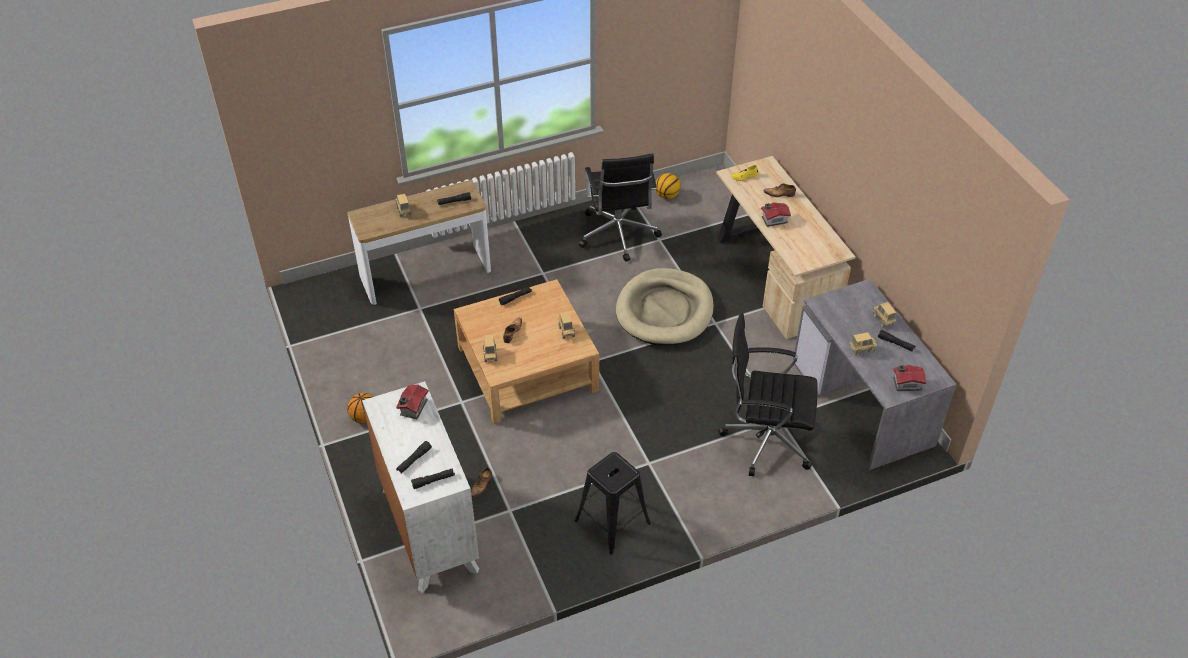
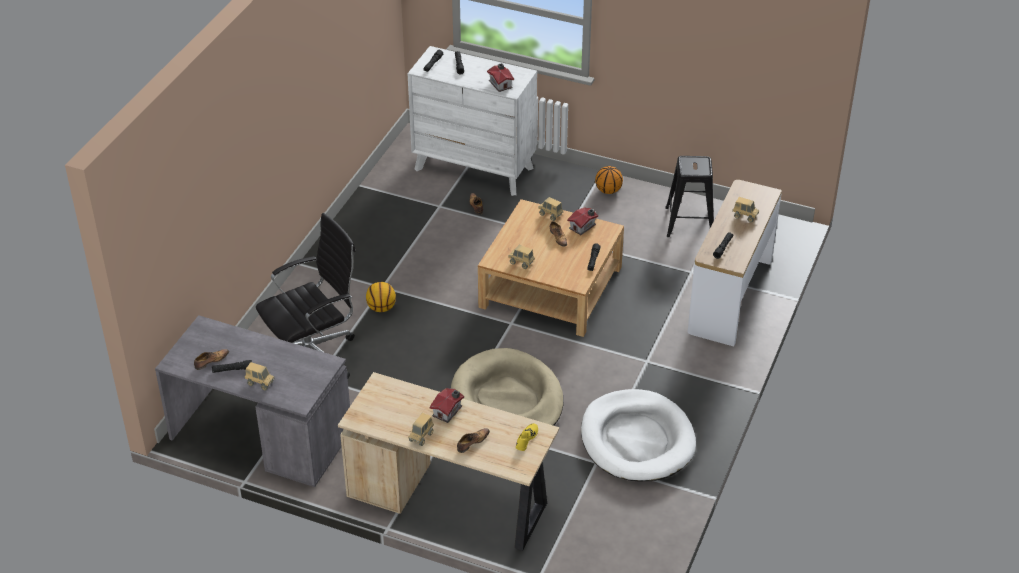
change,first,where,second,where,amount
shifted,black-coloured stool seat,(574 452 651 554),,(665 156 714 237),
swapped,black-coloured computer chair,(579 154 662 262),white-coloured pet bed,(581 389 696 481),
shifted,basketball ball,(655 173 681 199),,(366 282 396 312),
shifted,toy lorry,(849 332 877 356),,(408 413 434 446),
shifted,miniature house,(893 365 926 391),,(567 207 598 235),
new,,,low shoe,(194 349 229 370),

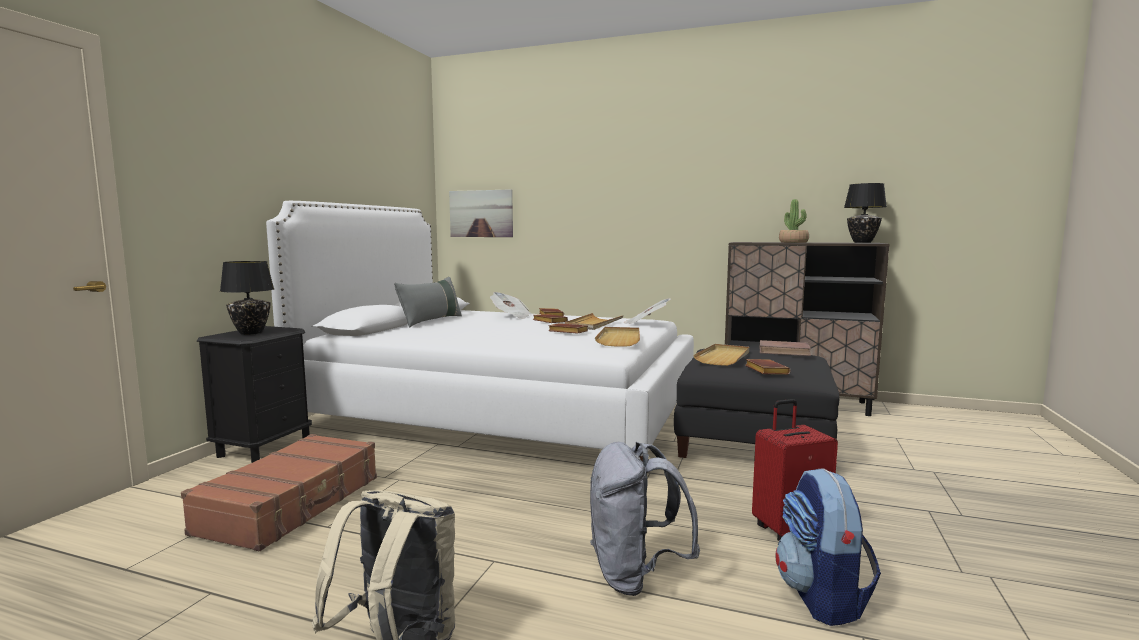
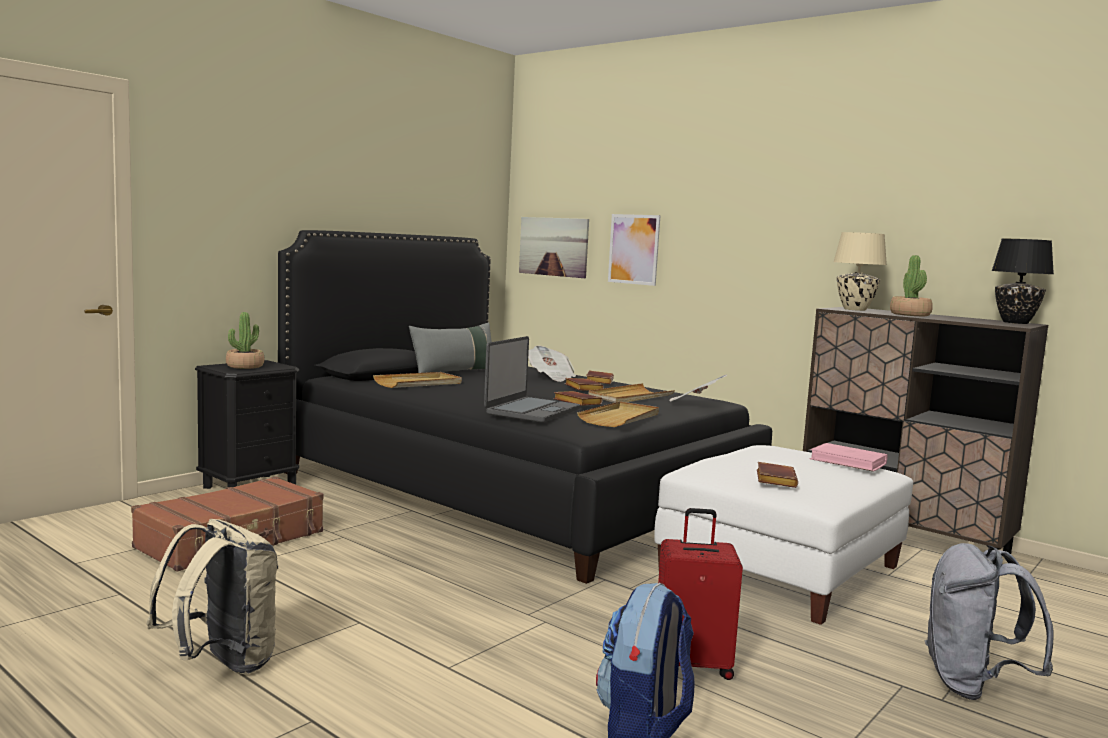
change,first,where,second,where,amount
swapped,black-coloured tabletop lamp,(220 261 274 335),plant in a pot,(226 312 265 369),
repainted,white-coloured sleeping bed,(266 201 694 461),black-coloured sleeping bed,(278 230 772 584),
shifted,grey rucksack,(590 442 700 596),,(925 543 1054 700),
repainted,black-coloured pouffe,(674 349 839 458),white-coloured pouffe,(654 445 913 625),
shifted,sand-coloured tray,(693 344 749 366),,(373 372 462 388),
repainted,brown bound book,(760 340 812 356),pinkish bound book,(810 443 887 472),
new,,,portable computer,(484 336 580 422),
new,,,picture,(608 214 661 286),
new,,,sand-coloured tabletop lamp,(834 232 887 311),

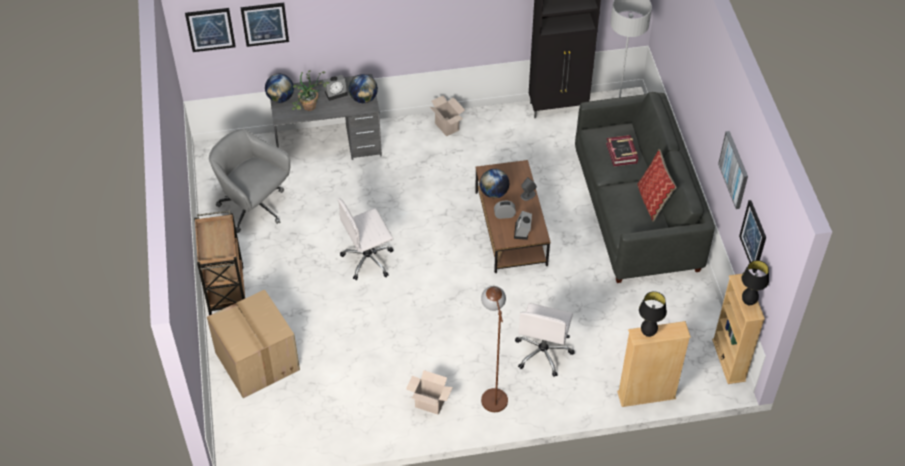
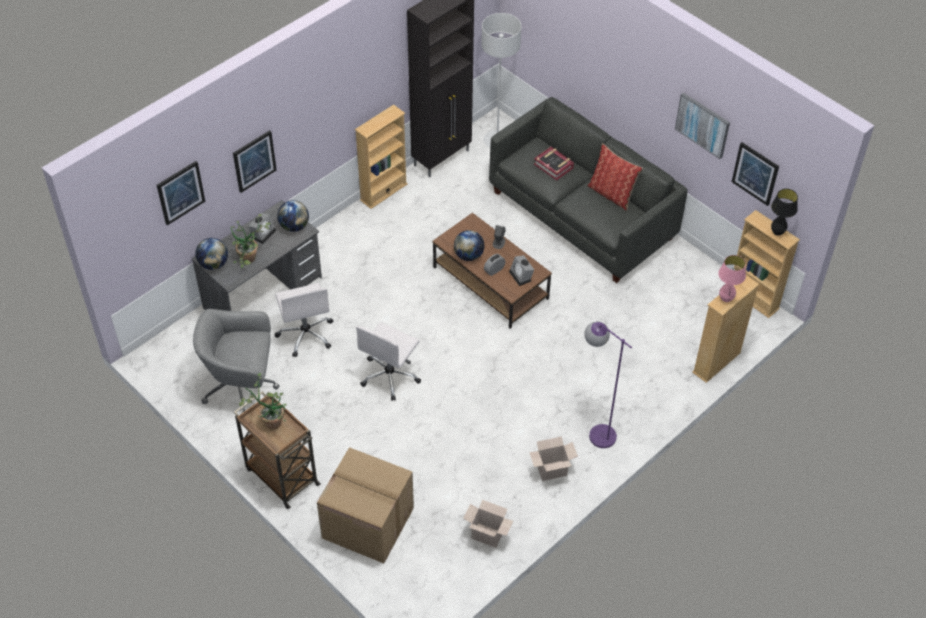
change,first,where,second,where,amount
shifted,picture,(185 8 236 52),,(233 130 277 193),
shifted,cardboard box,(430 95 465 136),,(463 500 513 548),
repainted,brown standard lamp,(481 286 508 412),purple standard lamp,(584 322 632 448),
shifted,white-coloured computer chair,(515 303 575 377),,(275 283 333 357),
repainted,black-coloured tabletop lamp,(639 291 667 337),pinkish tabletop lamp,(718 255 746 302),
new,,,plant in a pot,(239 373 287 430),
new,,,sand-coloured shelving unit,(355 104 408 209),

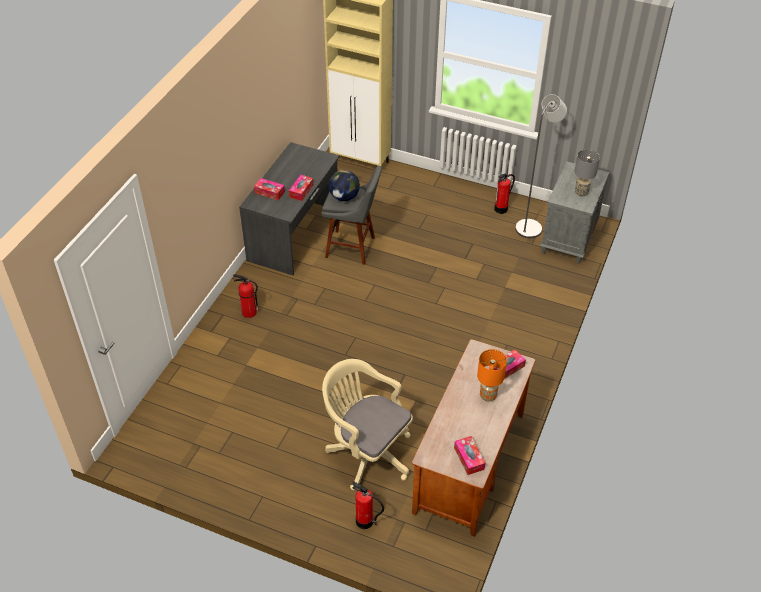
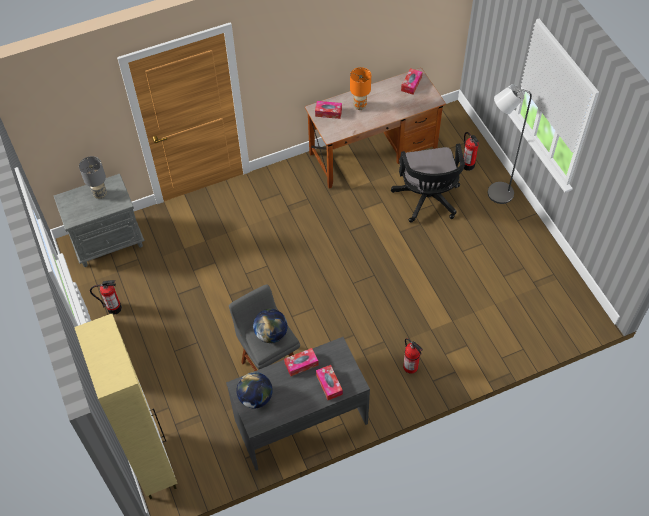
change,first,where,second,where,amount
repainted,sand-coloured computer chair,(322 359 413 490),black-coloured computer chair,(391 144 465 223),
shifted,grey standard lamp,(515 94 567 238),,(488 84 532 204),
new,,,world globe,(236 372 273 408),

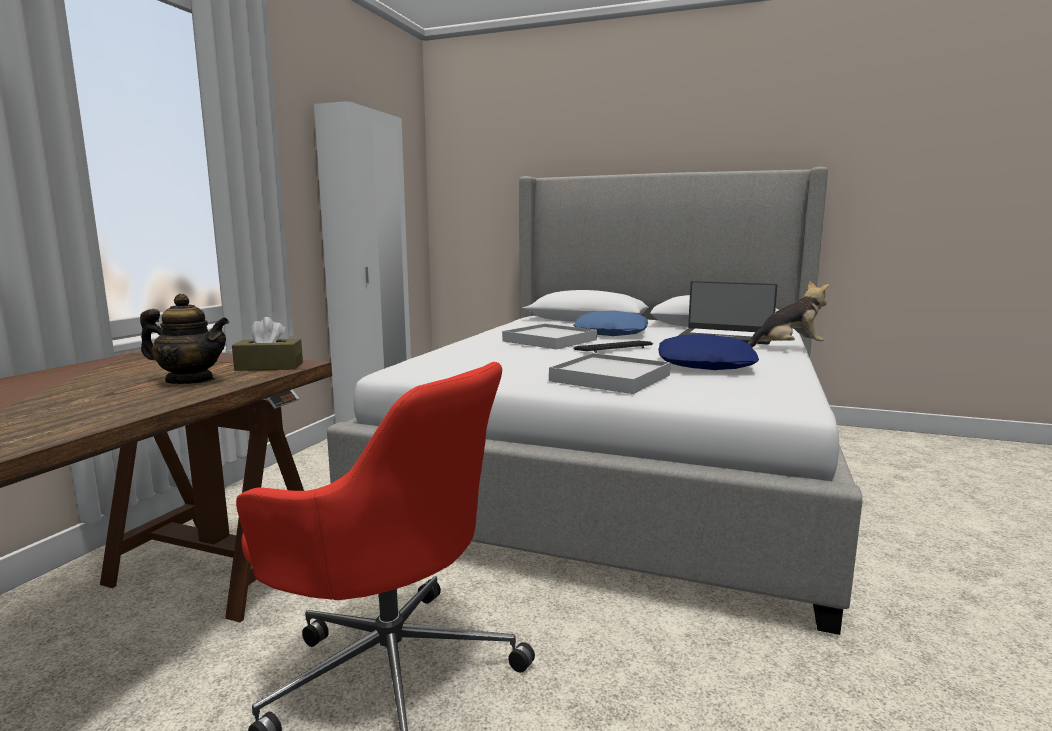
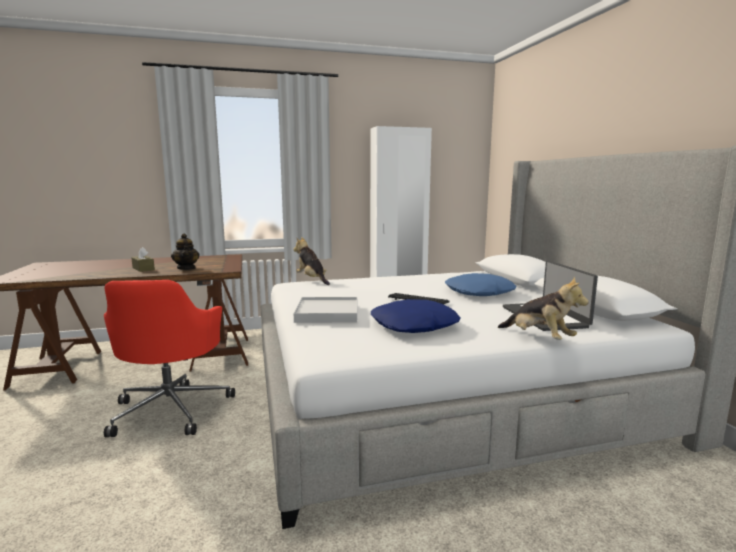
change,first,where,second,where,amount
shifted,brown tissue holder,(232 317 303 371),,(131 247 155 272),
gone,white-coloured tray,(502 324 597 349),,,
new,,,cuddly toy,(293 237 330 285),

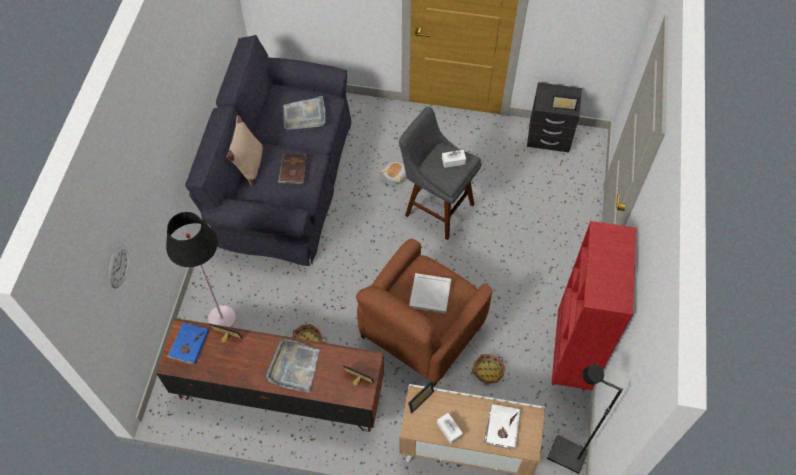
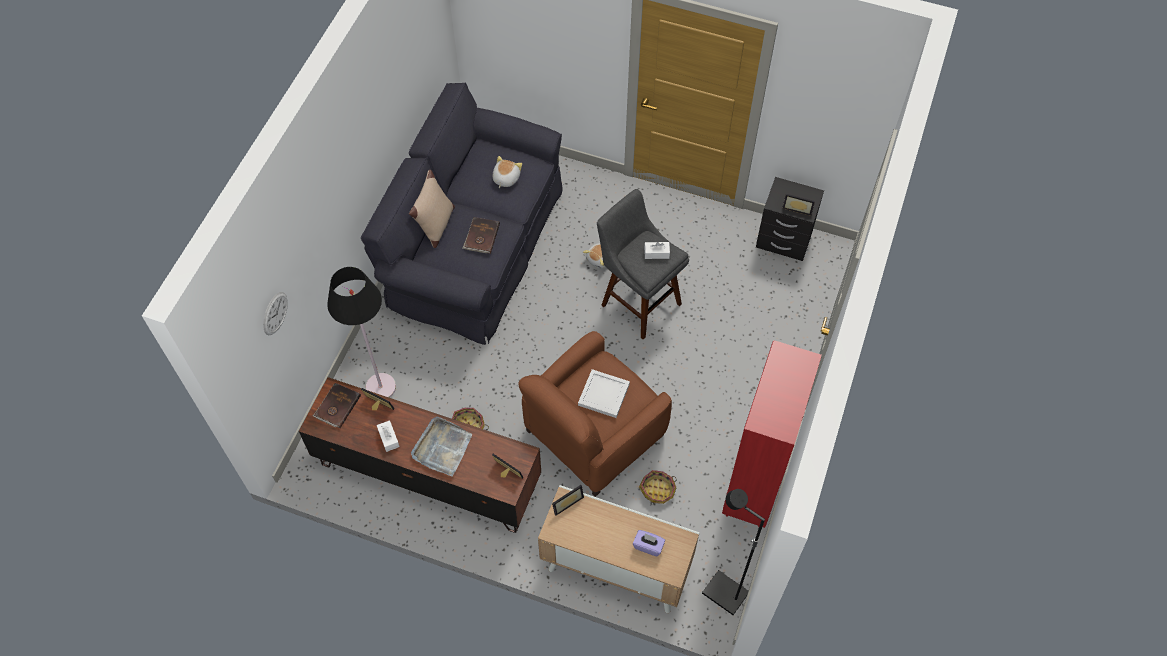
change,first,where,second,where,amount
repainted,blue bound book,(167 322 209 364),brown bound book,(313 383 361 428),
swapped,grey tray,(283 96 325 130),cuddly toy,(493 156 522 188),
shifted,white-coloured tissue holder,(437 413 463 444),,(377 420 400 452),
swapped,white-coloured bound book,(484 404 520 449),purple tissue holder,(633 530 665 557),

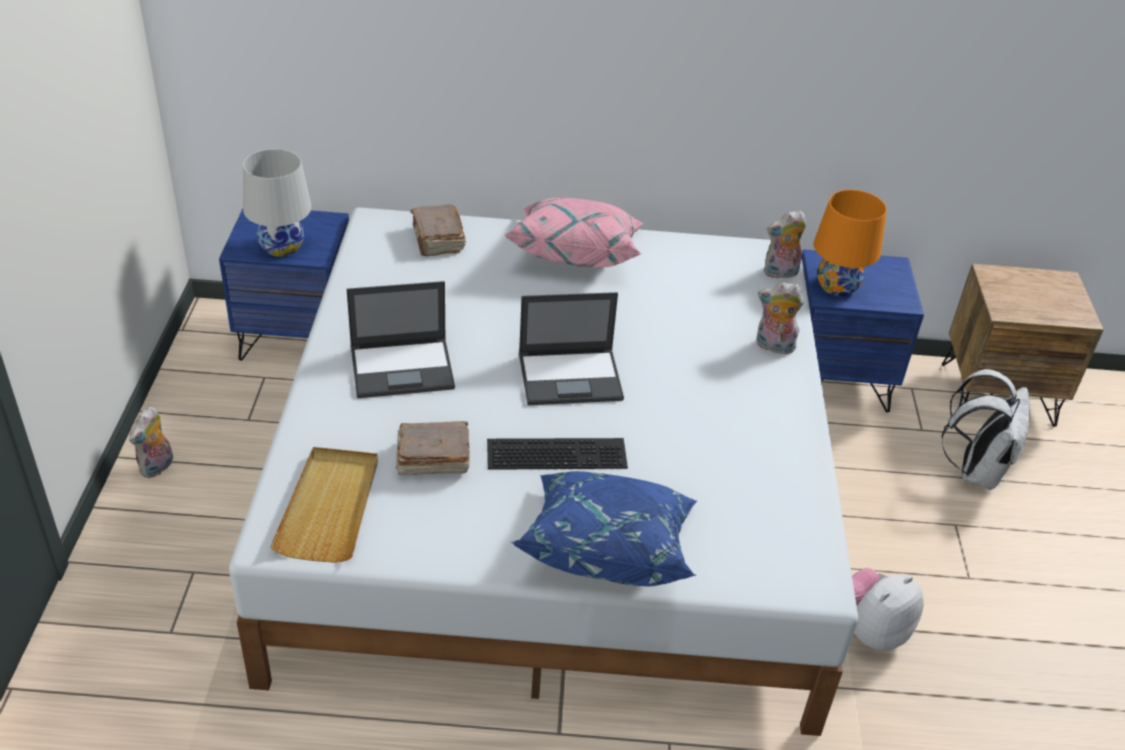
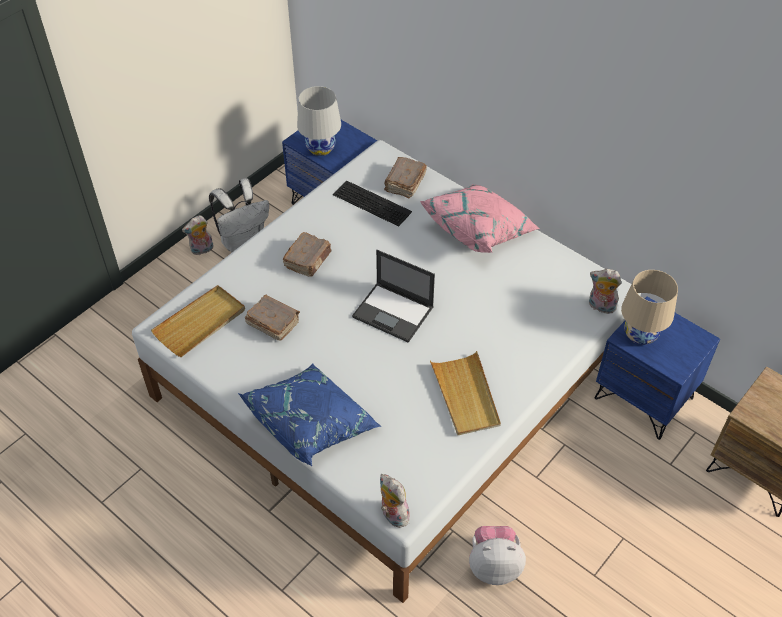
change,first,where,second,where,amount
swapped,portable computer,(347 281 455 398),brown bound book,(283 232 332 277),
shifted,PC keyboard,(487 438 628 470),,(333 180 412 226),
shifted,cuddly toy,(756 282 804 354),,(380 474 412 528),
repainted,orange-coloured tabletop lamp,(814 190 887 296),sand-coloured tabletop lamp,(621 270 678 345),
shifted,white-coloured rucksack,(942 369 1030 490),,(209 178 269 253),
new,,,sand-coloured tray,(430 351 501 435),

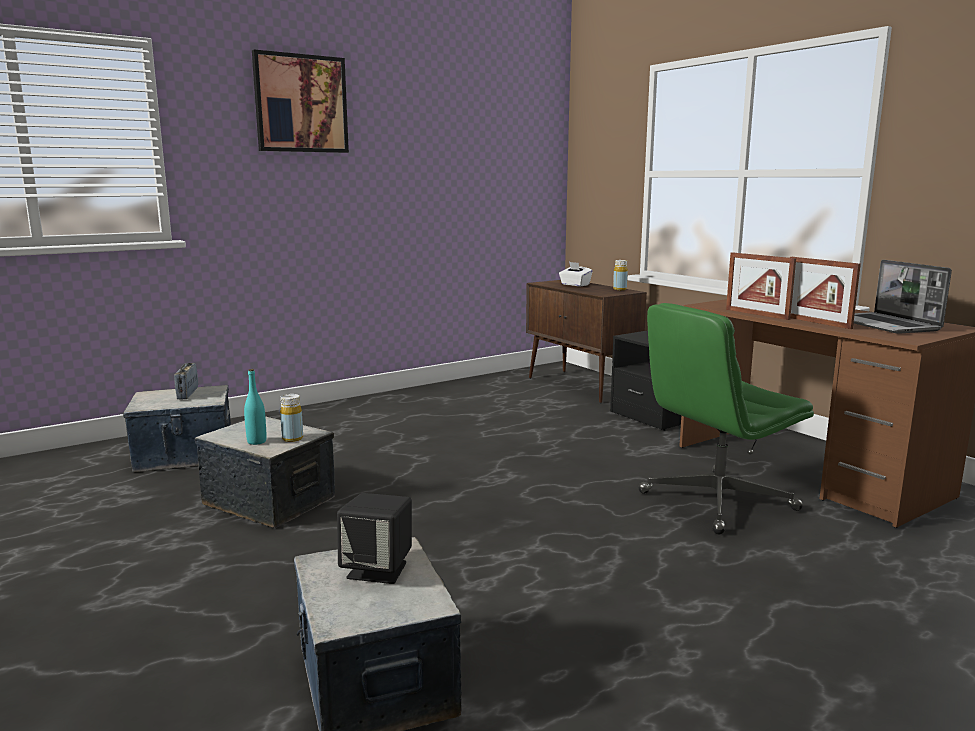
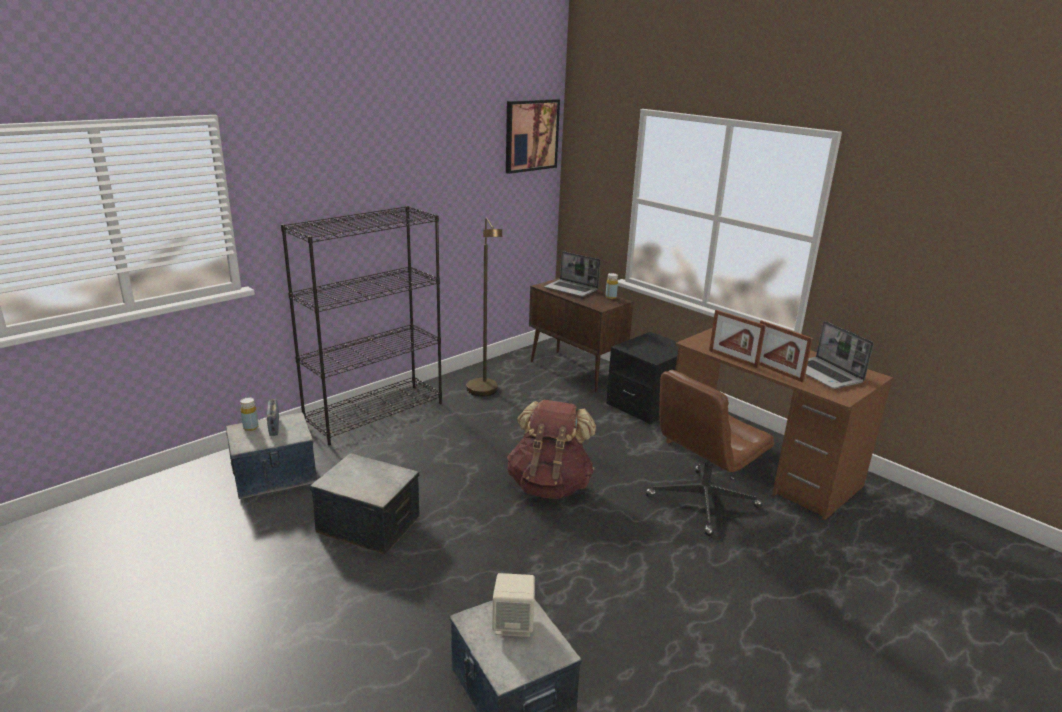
change,first,where,second,where,amount
gone,turquoise beverage bottle,(244 369 266 445),,,
shifted,picture,(252 49 349 153),,(506 99 560 174),
shifted,yellow beverage bottle,(280 394 303 442),,(240 398 258 431),
repainted,black-coloured loudspeaker,(337 493 412 584),sand-coloured loudspeaker,(492 573 535 637),
swapped,white-coloured tissue holder,(559 262 593 286),portable computer,(544 251 600 297),
repainted,greenish computer chair,(638 303 814 534),brown computer chair,(646 370 774 536),
new,,,black-coloured shelving unit,(281 206 442 445),
new,,,brown standard lamp,(467 217 502 396),
new,,,brown rucksack,(507 400 596 499),

